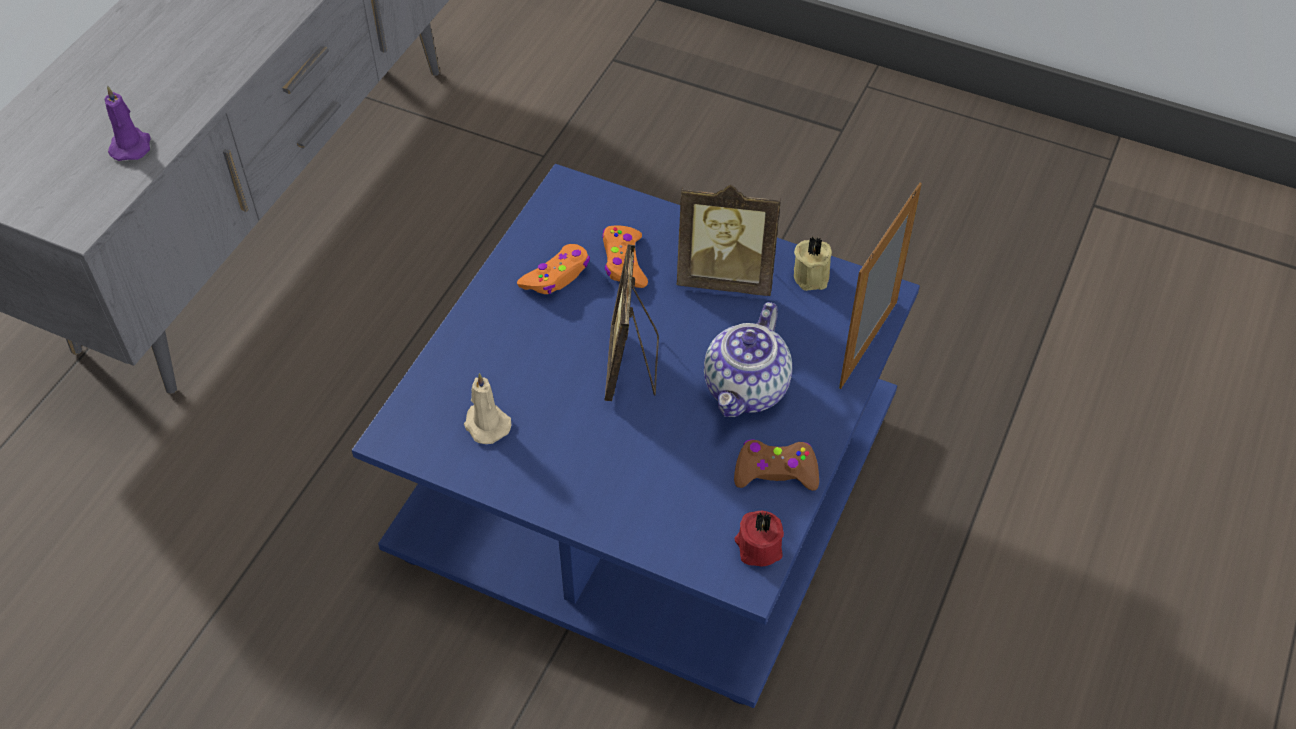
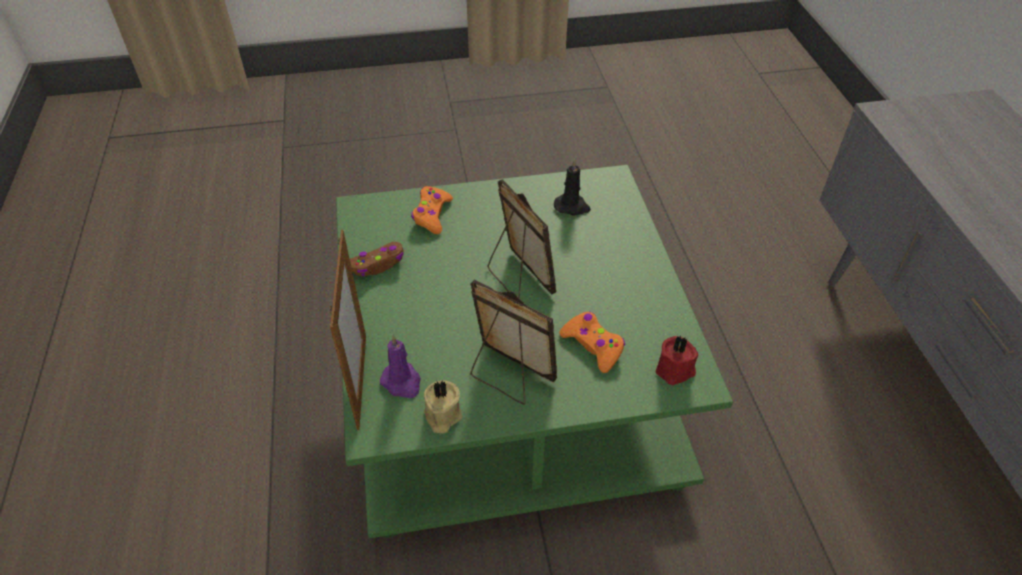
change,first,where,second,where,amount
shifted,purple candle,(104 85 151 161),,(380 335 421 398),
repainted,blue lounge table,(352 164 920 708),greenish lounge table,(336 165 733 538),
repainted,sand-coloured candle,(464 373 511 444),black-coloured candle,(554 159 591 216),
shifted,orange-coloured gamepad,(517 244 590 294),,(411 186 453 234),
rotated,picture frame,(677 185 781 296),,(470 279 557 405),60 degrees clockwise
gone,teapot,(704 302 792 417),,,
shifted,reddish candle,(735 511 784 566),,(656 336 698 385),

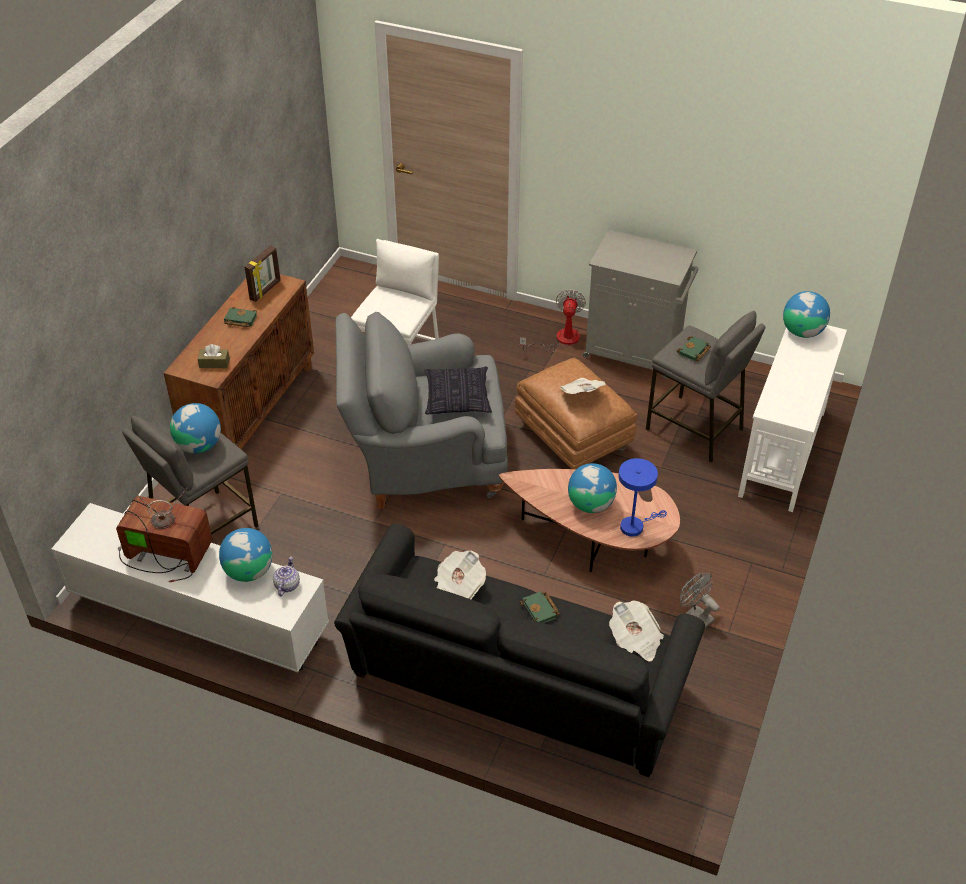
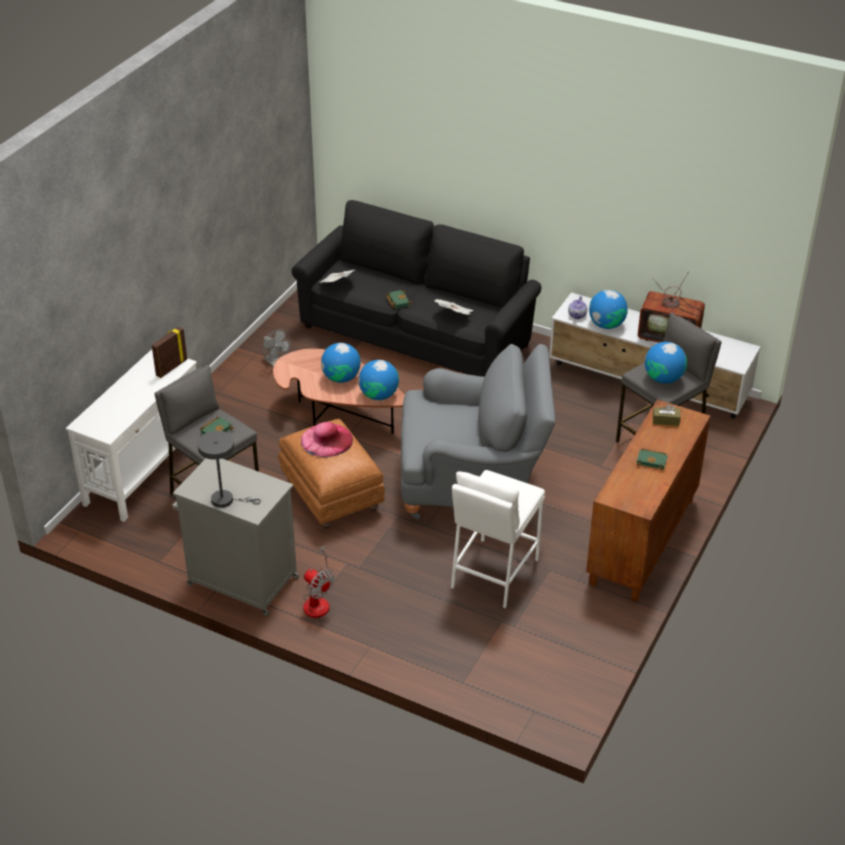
change,first,where,second,where,amount
shifted,picture frame,(245 245 281 302),,(152 327 187 378),
gone,pillow,(424 366 492 415),,,
rotated,electric fan,(520 289 586 353),,(303 545 335 618),60 degrees counterclockwise
swapped,daily paper,(560 378 606 394),pinkish hat,(301 422 353 457),
gone,blue tabletop lamp,(619 458 667 537),,,
shifted,world globe,(783 291 830 338),,(358 360 399 400),
new,,,grey tabletop lamp,(197 431 261 508),

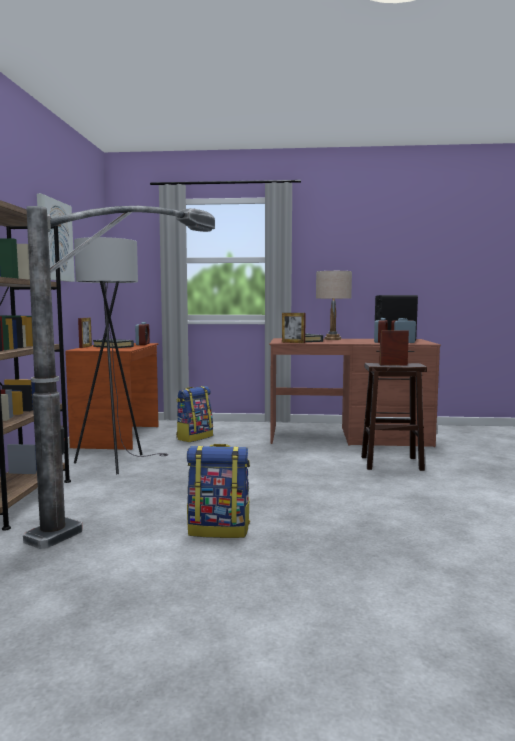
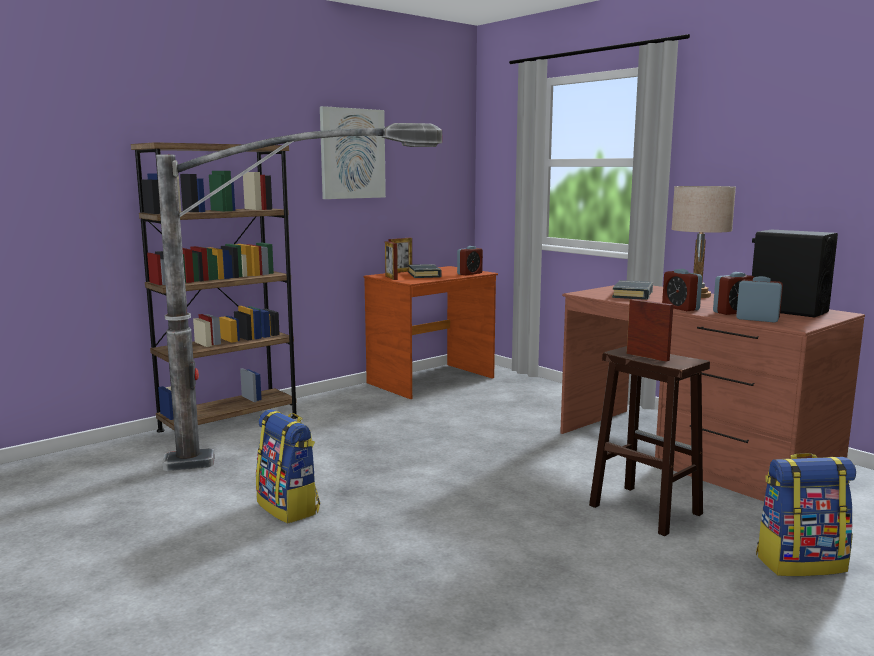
change,first,where,second,where,amount
gone,grey standard lamp,(74 237 168 474),,,
shifted,rucksack,(176 386 213 442),,(756 453 856 576),
shifted,picture frame,(282 313 306 343),,(385 241 398 280),
new,,,bedside clock,(662 269 702 311),

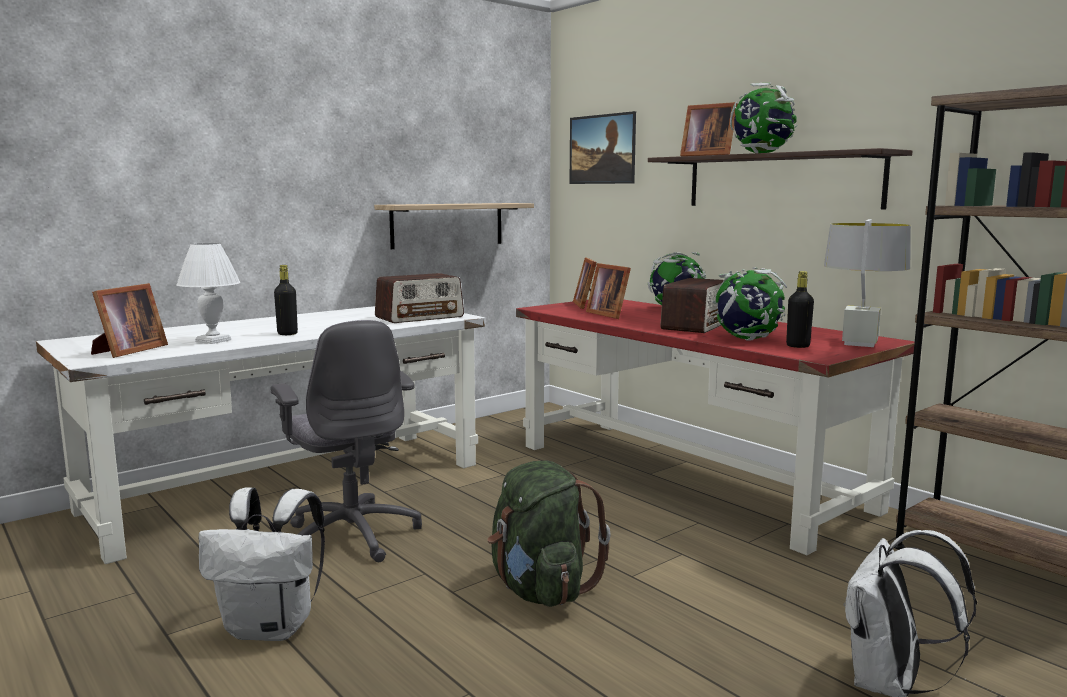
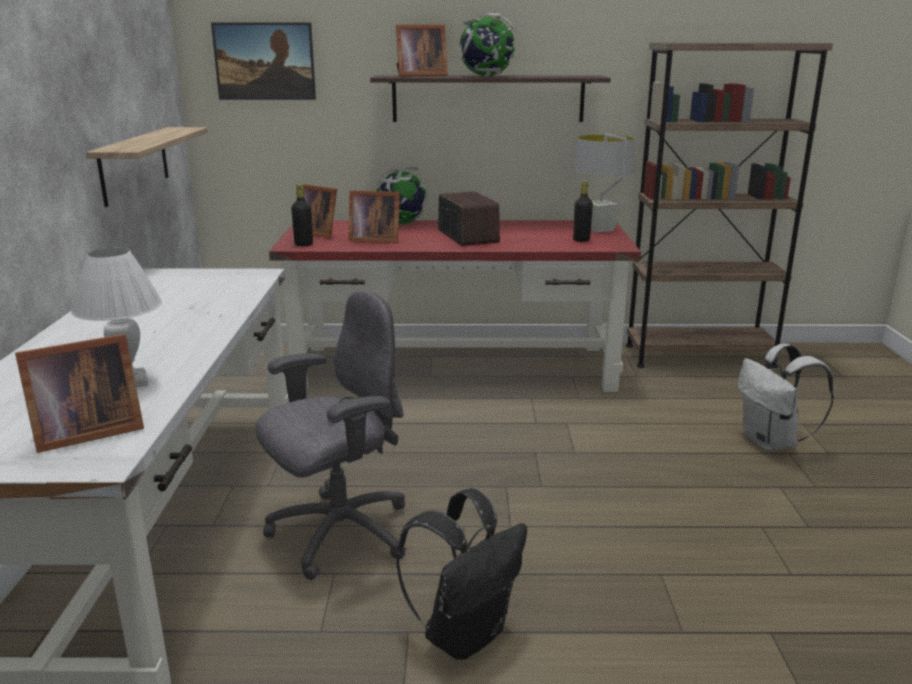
change,first,where,second,where,amount
rotated,picture frame,(91 283 168 358),,(15 334 144 453),90 degrees clockwise
repainted,white-coloured rucksack,(198 487 325 641),black-coloured rucksack,(396 489 527 660),
rotated,grey computer chair,(271 320 422 562),,(255 290 406 580),45 degrees counterclockwise
shifted,black-coloured beverage bottle,(274 265 298 335),,(291 184 313 246),
gone,radio receiver,(375 273 464 323),,,
gone,greenish rucksack,(488 461 611 607),,,
gone,world globe,(712 267 787 341),,,

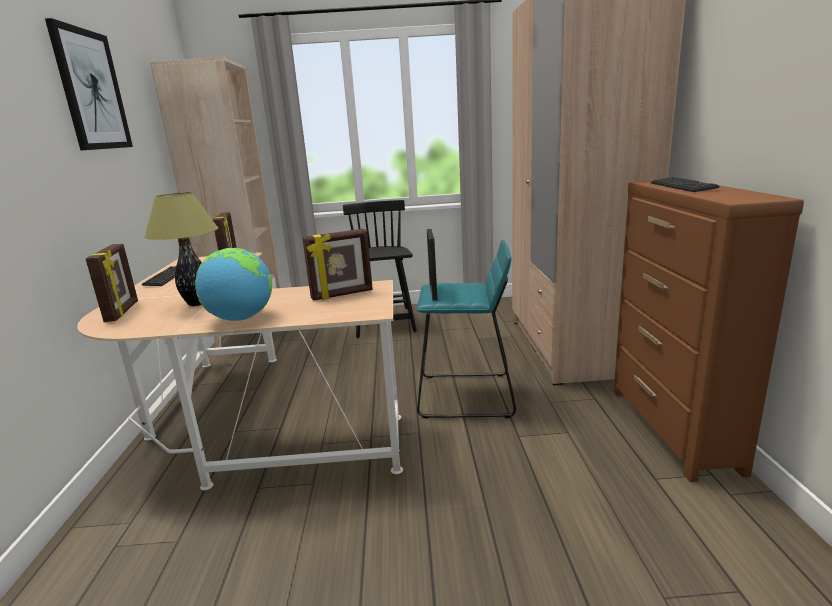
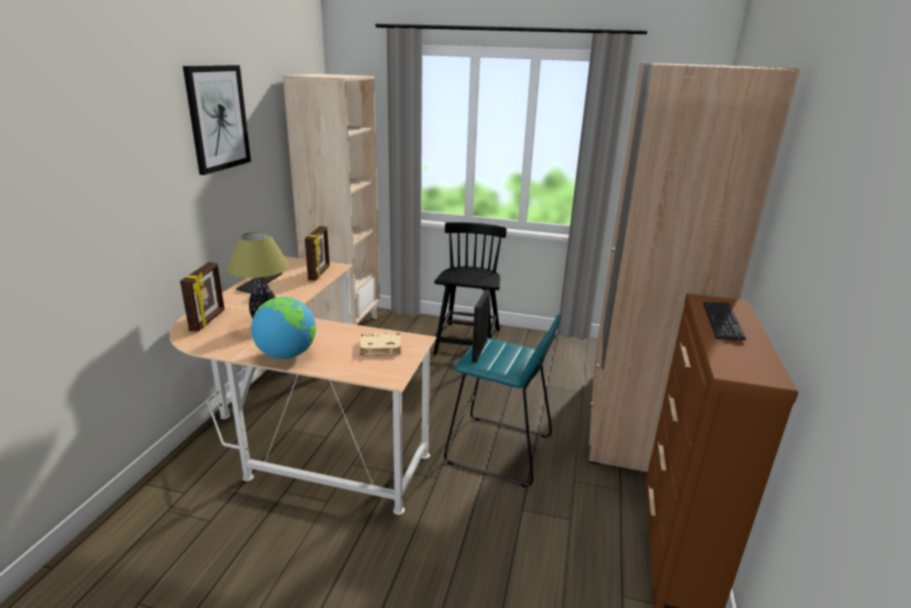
change,first,where,second,where,amount
swapped,picture frame,(302 229 373 301),sand-coloured bound book,(360 333 401 355),

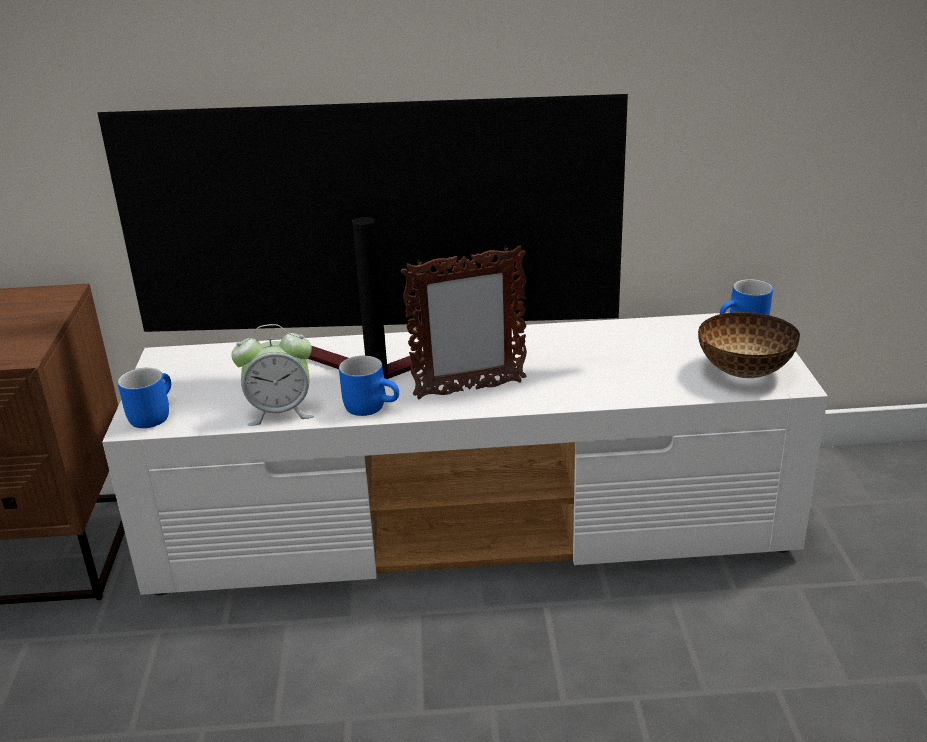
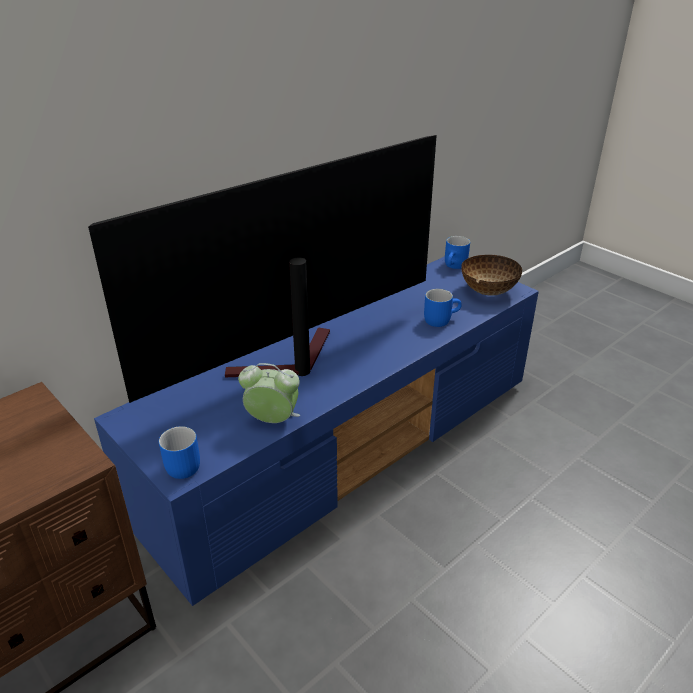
change,first,where,second,where,amount
repainted,white-coloured tv unit,(102 312 828 595),blue tv unit,(94 256 539 606),
rotated,bedside clock,(231 324 314 426),,(238 363 300 423),120 degrees counterclockwise
shifted,blue coffee mug,(339 356 399 416),,(424 289 462 327),
gone,picture frame,(401 246 527 399),,,

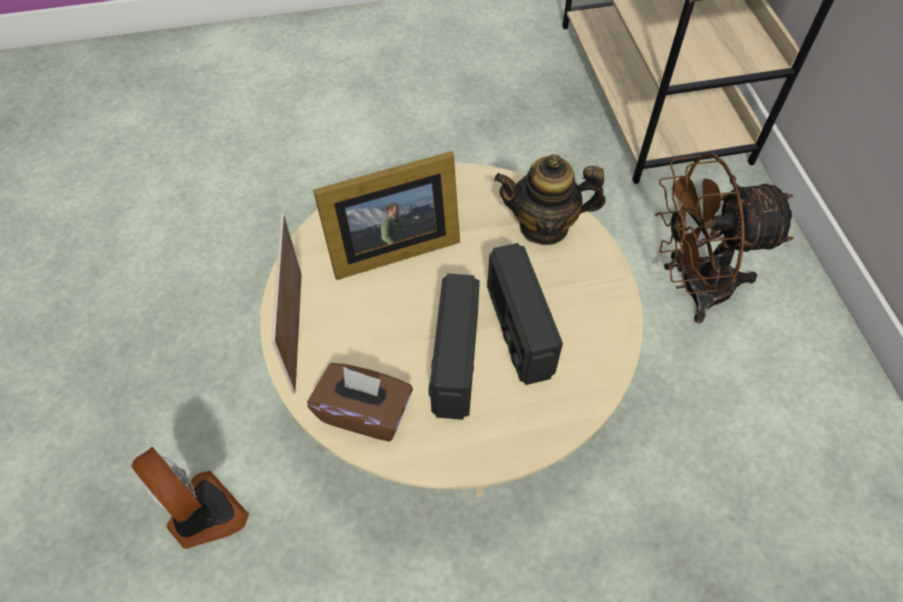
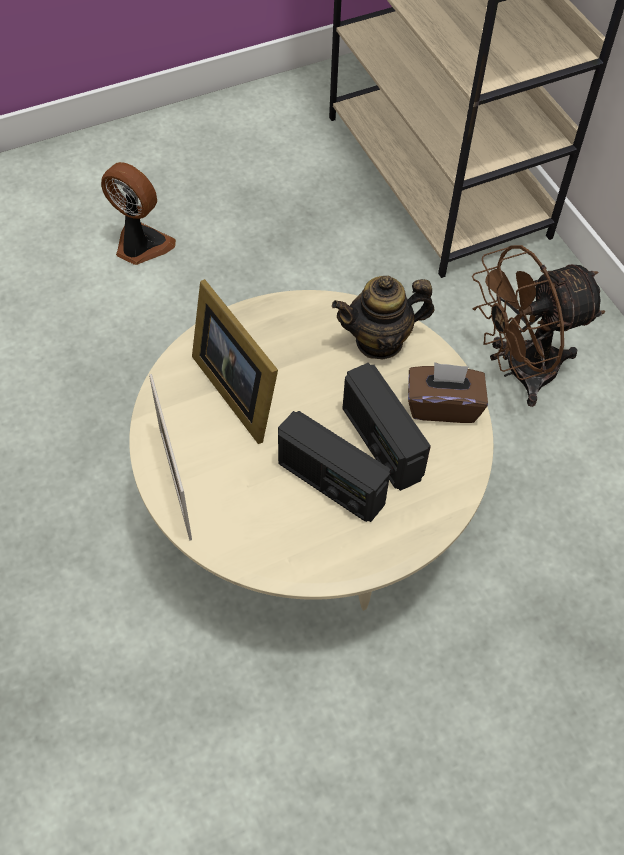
change,first,where,second,where,amount
shifted,electric fan,(132 447 249 549),,(101 162 176 265),
shifted,brown tissue holder,(307 363 413 442),,(408 362 488 423),
rotated,picture frame,(313 151 460 280),,(192 279 278 444),90 degrees clockwise
rotated,radio receiver,(429 274 480 420),,(278 411 391 522),45 degrees counterclockwise

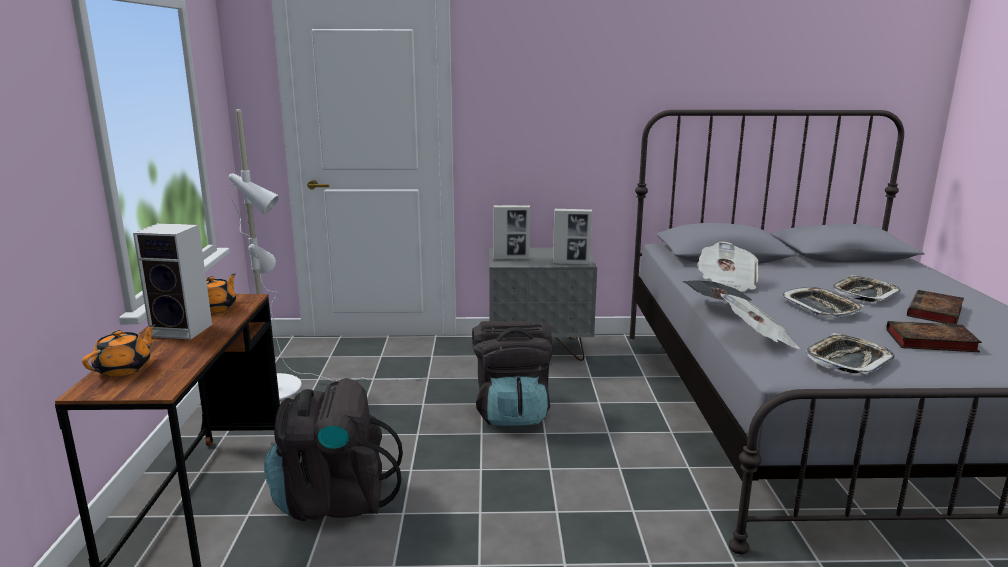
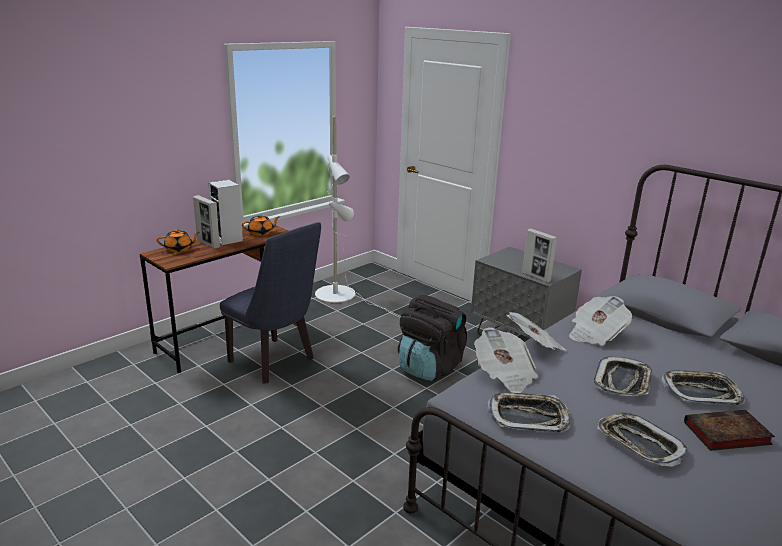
change,first,where,second,where,amount
swapped,black-coloured rucksack,(264 378 403 521),blue chair,(220 222 321 383),
shifted,picture frame,(493 205 531 260),,(193 195 220 249),
swapped,bound book,(886 321 982 352),tray,(597 412 688 467),

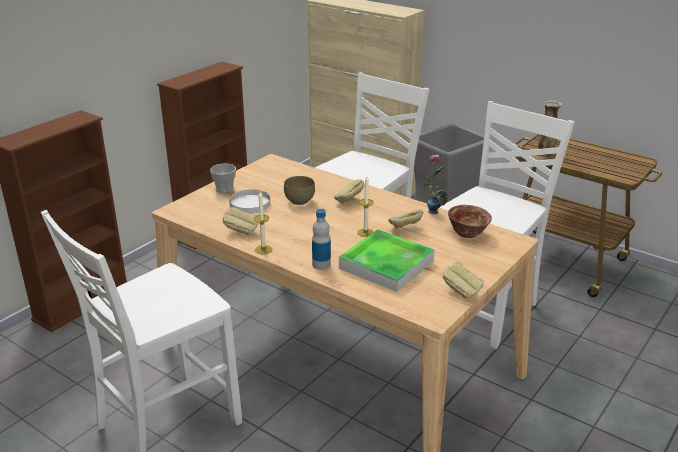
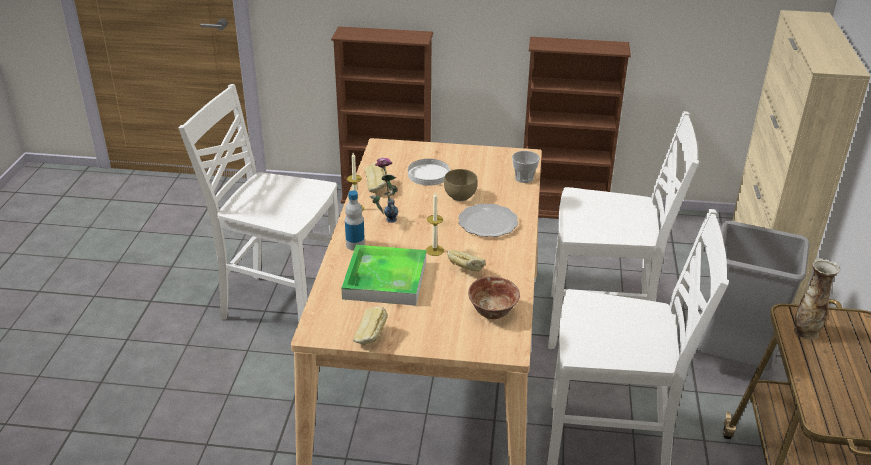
change,first,where,second,where,amount
shifted,drinking cup,(210 164 236 193),,(512 151 540 183),
swapped,baked bread,(334 179 364 204),plate,(458 204 518 237),
shifted,decorative vase,(424 155 448 214),,(370 158 398 223),

